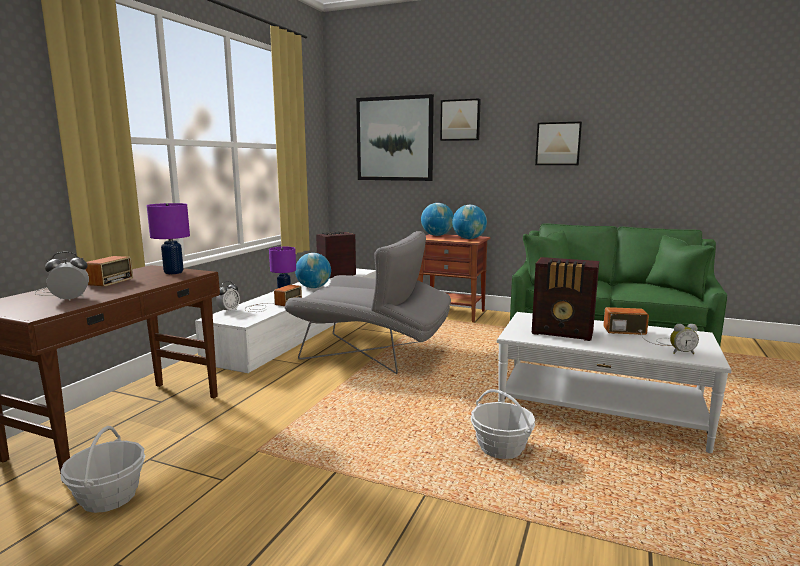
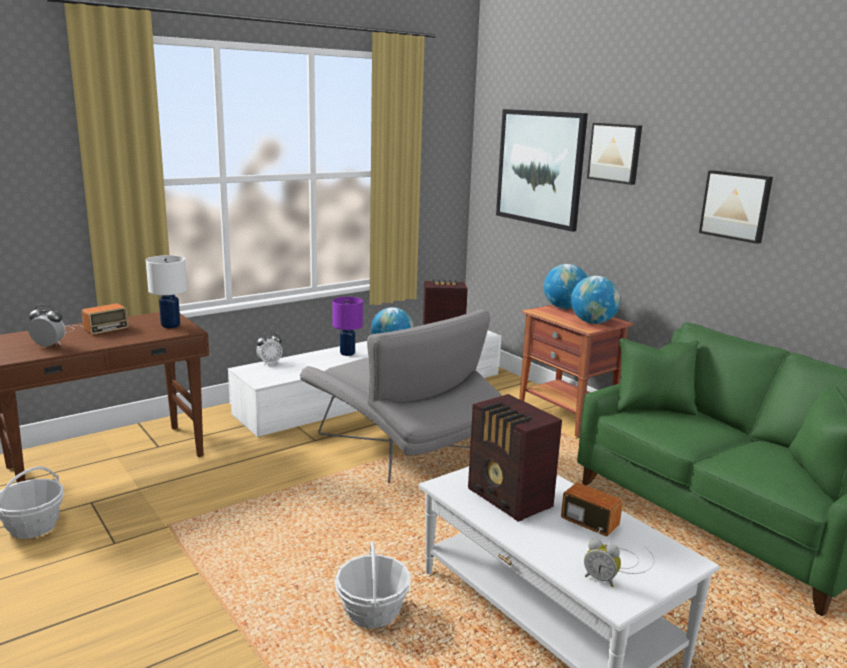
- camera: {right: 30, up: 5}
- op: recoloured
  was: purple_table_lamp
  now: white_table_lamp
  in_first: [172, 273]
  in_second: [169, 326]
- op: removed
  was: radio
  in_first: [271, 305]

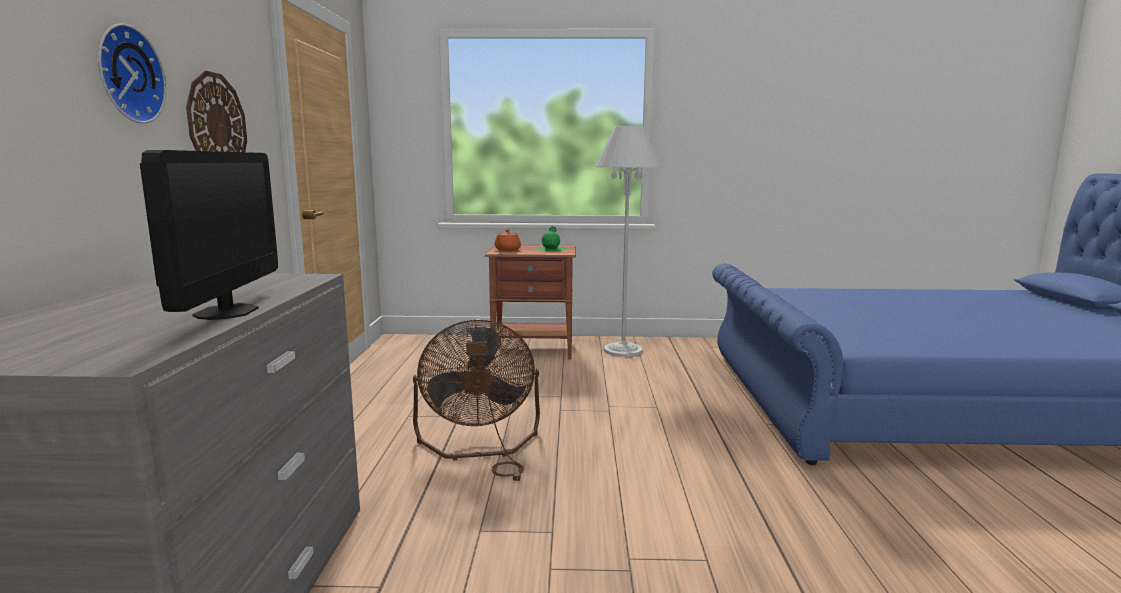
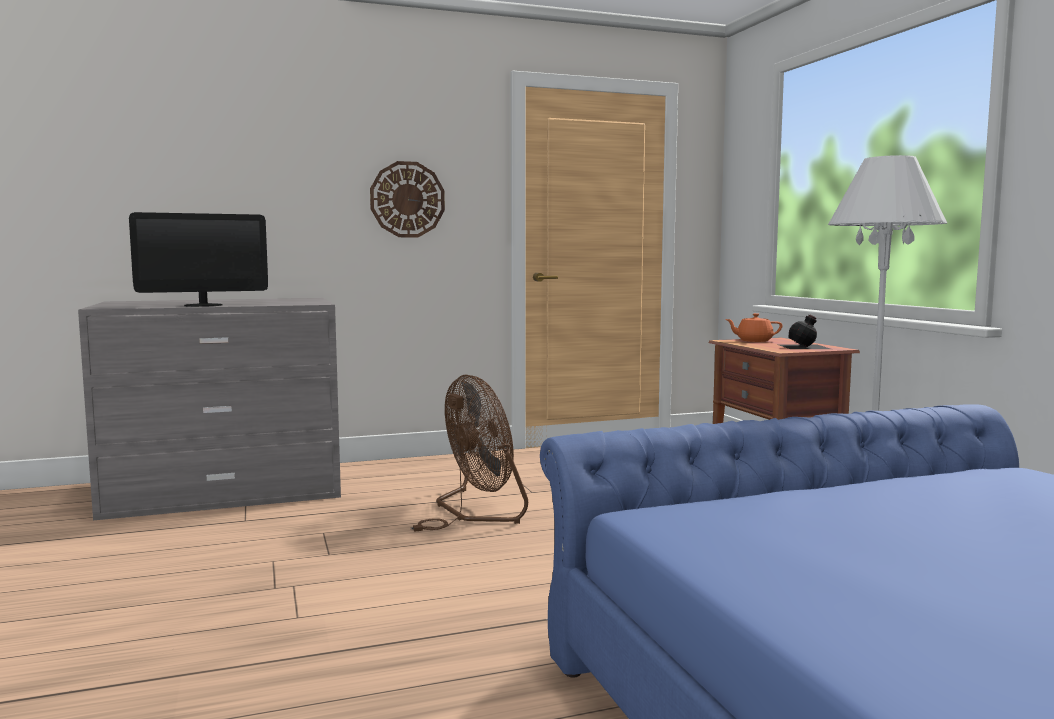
- camera: {right: 70, up: -5}
- op: recoloured
  was: green_bottle
  now: black_bottle
  in_first: [552, 249]
  in_second: [805, 346]
- op: removed
  was: wall_clock
  in_first: [126, 74]

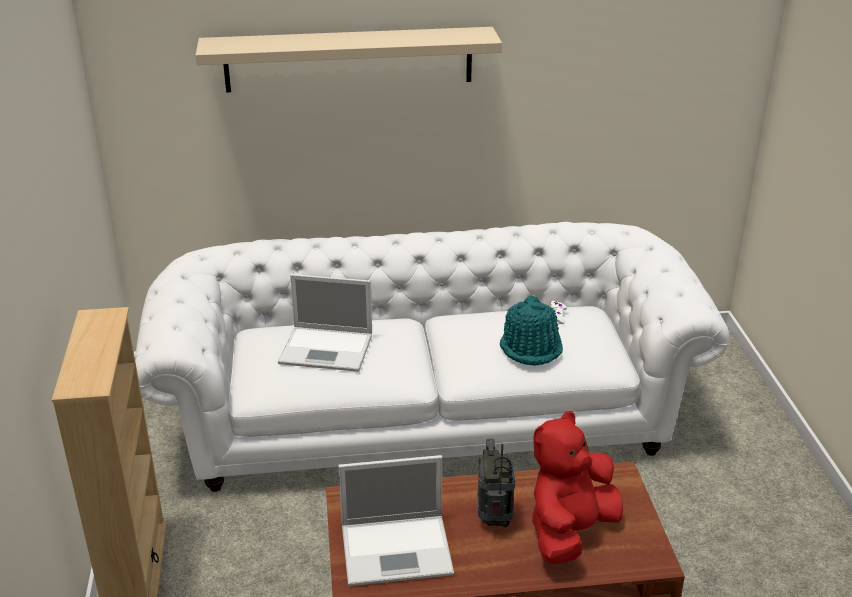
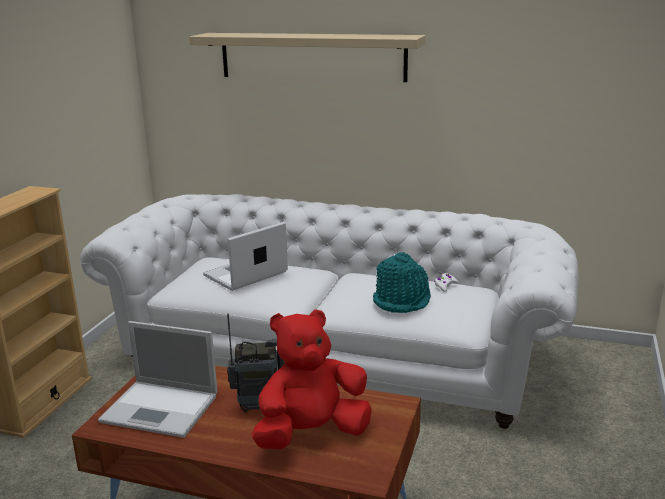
- camera: {right: 25, up: -10}
- op: turned
  was: laptop
  in_first: [328, 349]
  in_second: [244, 274]
  clockwise: 105
- op: turned
  was: radio
  in_first: [494, 518]
  in_second: [258, 407]
  clockwise: 60

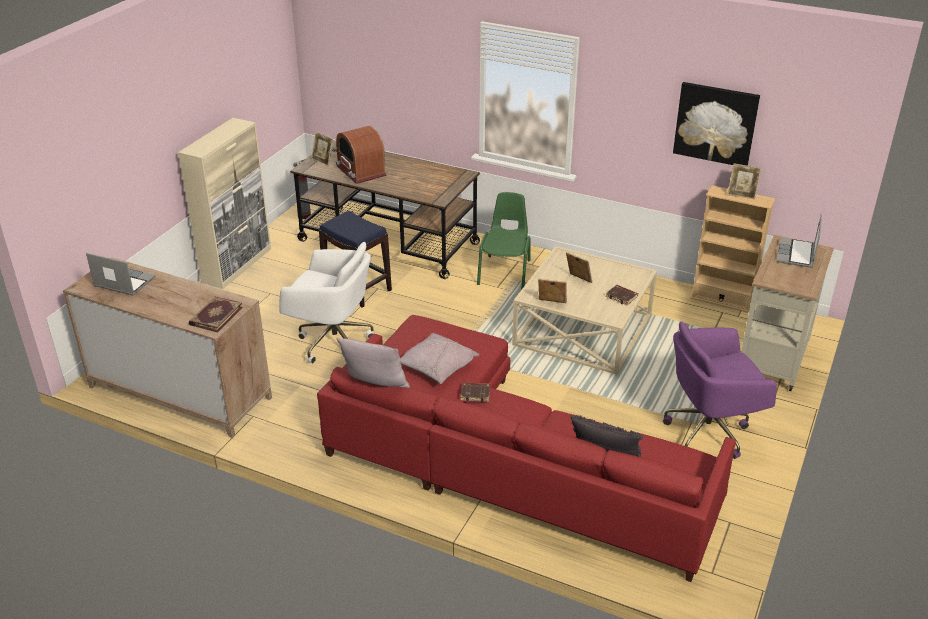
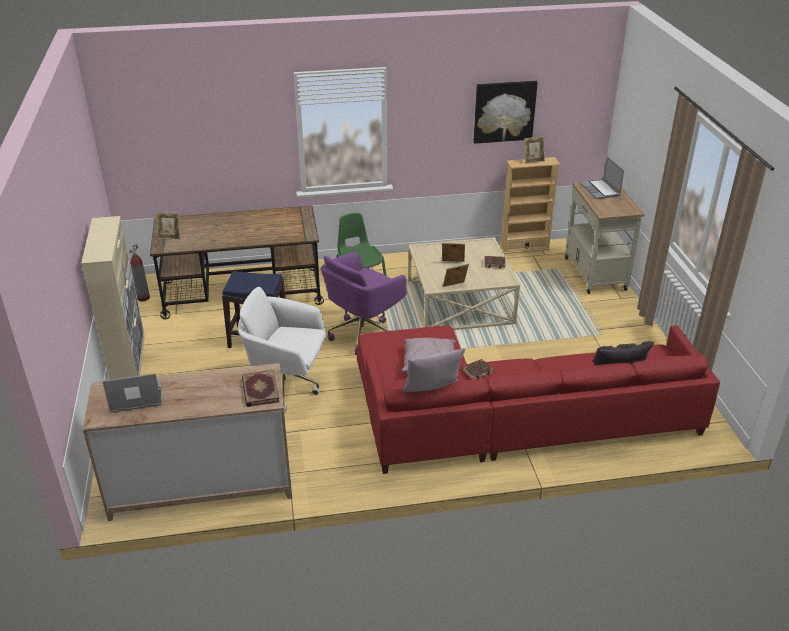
- camera: {right: -35, up: 0}
- op: turned
  was: white_office_chair
  in_first: [331, 343]
  in_second: [287, 389]
  clockwise: -150
- op: moved
  was: purple_office_chair
  in_first: [710, 432]
  in_second: [364, 334]
- op: removed
  was: radio
  in_first: [361, 171]

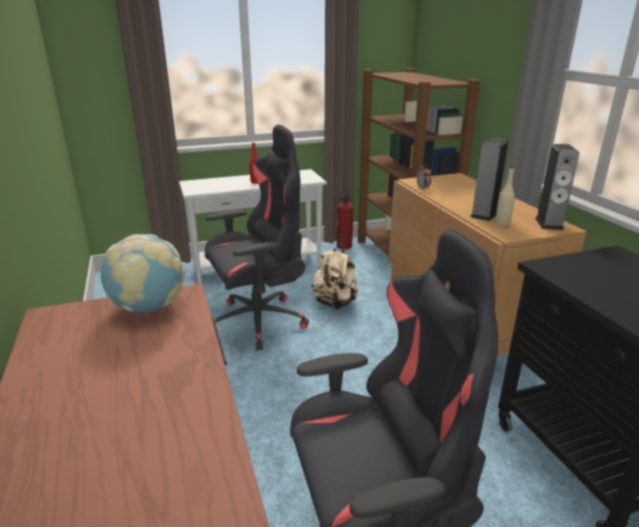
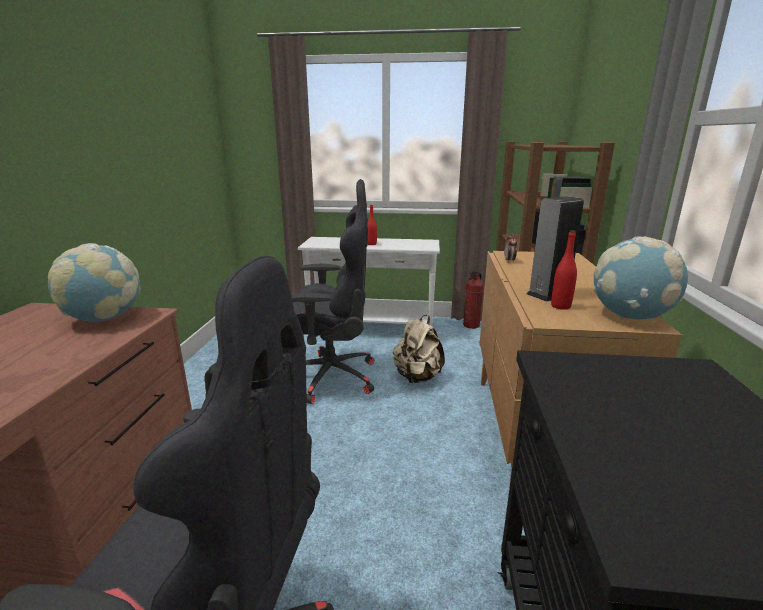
- camera: {right: 25, up: -5}
- op: recoloured
  was: beige_bottle
  now: red_bottle
  in_first: [502, 223]
  in_second: [560, 306]
- op: replaced
  was: speaker
  now: globe
  in_first: [549, 223]
  in_second: [630, 316]

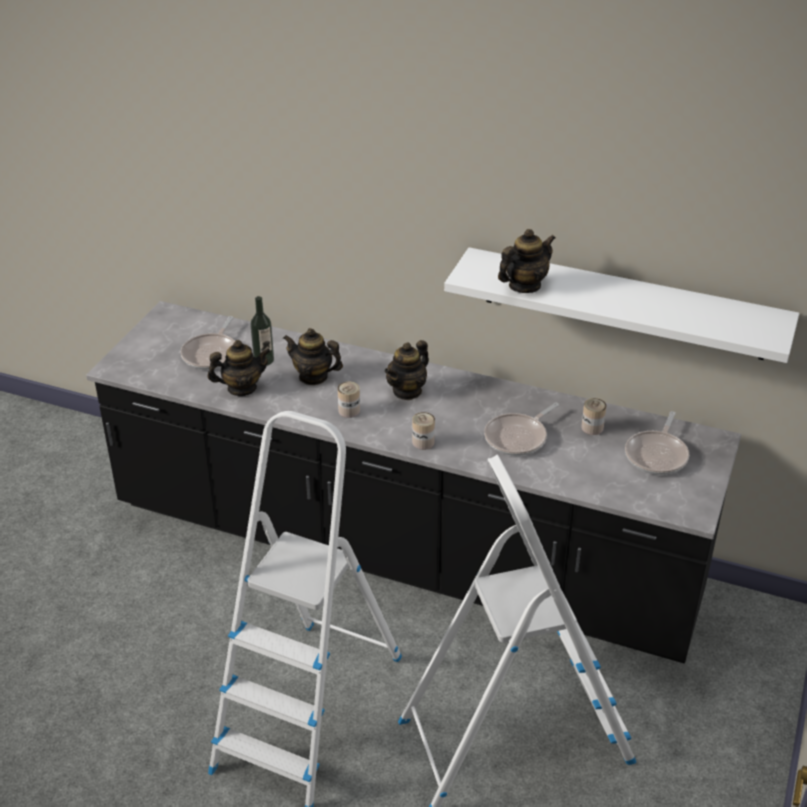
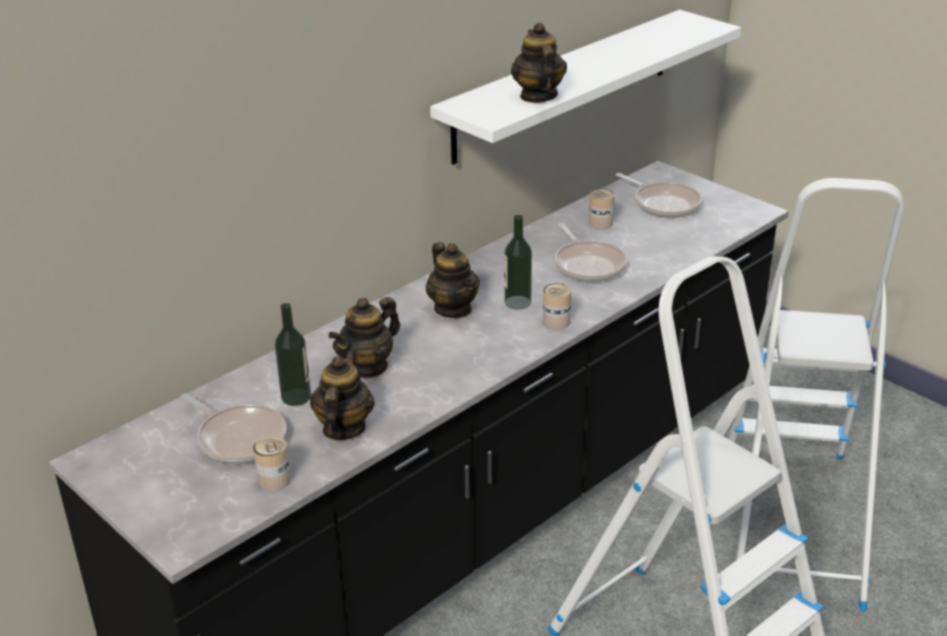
- camera: {right: -65, up: -5}
- op: moved
  was: can
  in_first: [349, 411]
  in_second: [274, 480]
- op: added
  now: bottle
  in_second: [517, 302]

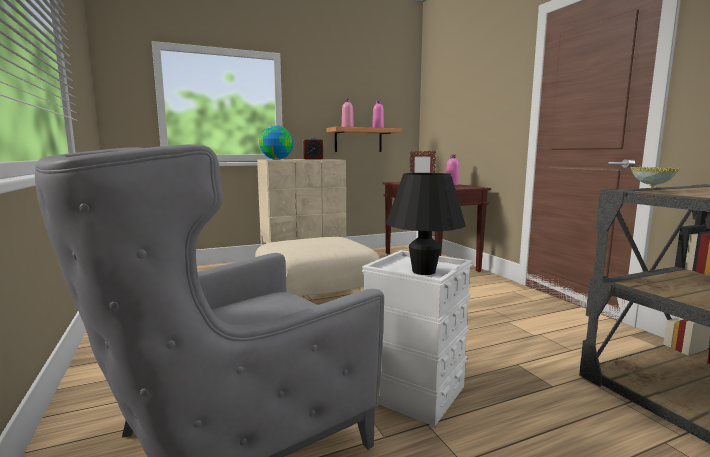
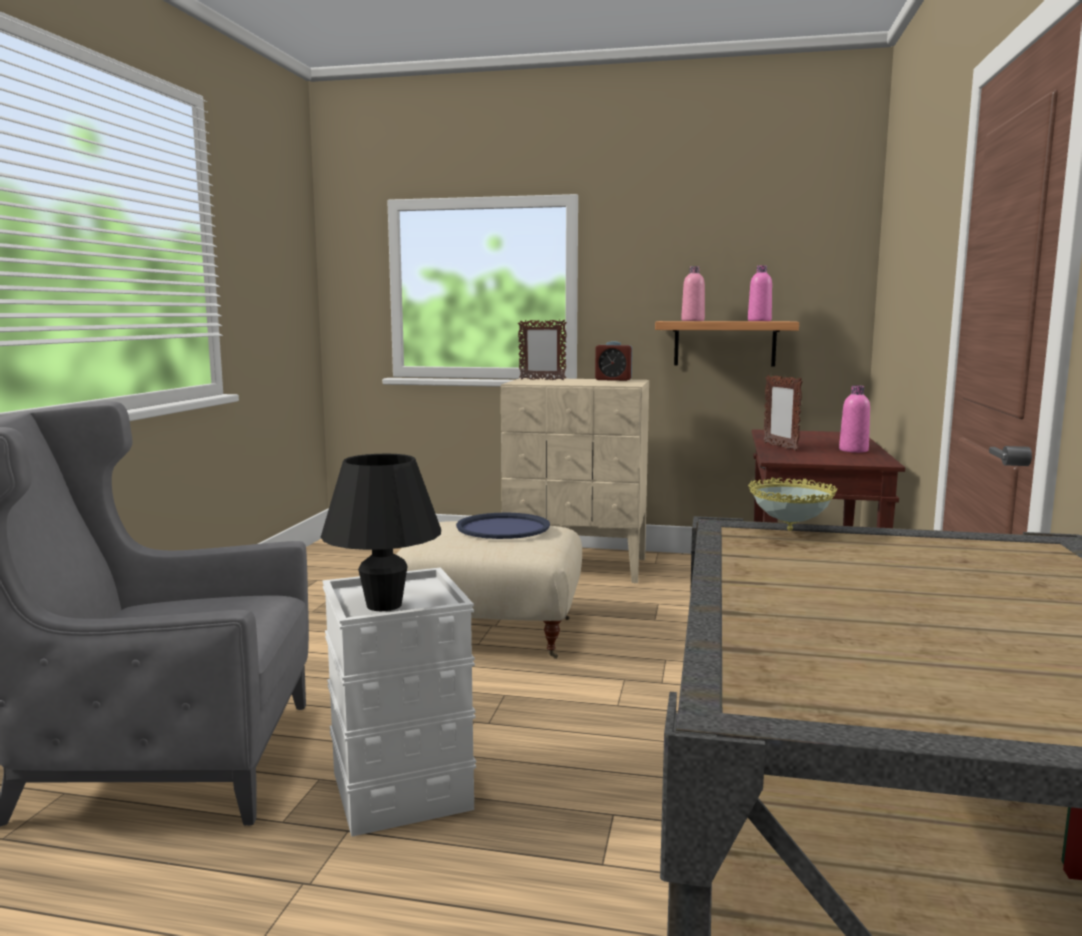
- camera: {right: 35, up: 0}
- op: added
  now: blue_tray
  in_second: [503, 527]
- op: replaced
  was: globe
  now: picture_frame
  in_first: [277, 159]
  in_second: [542, 380]

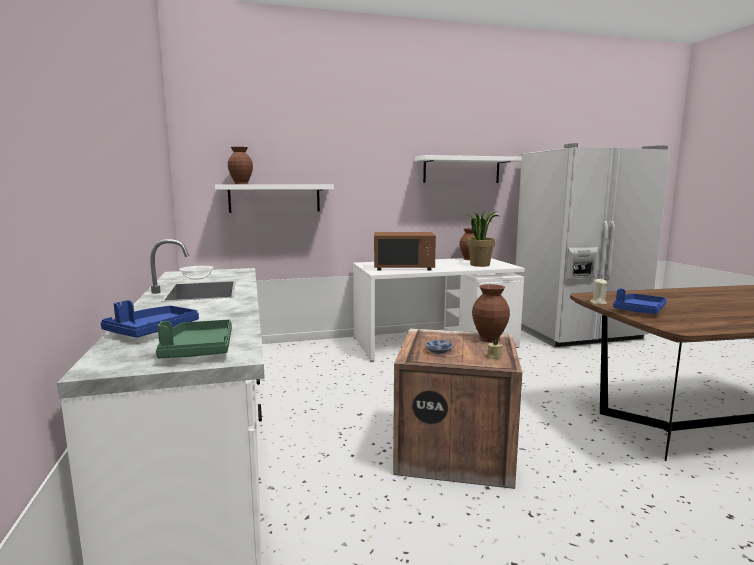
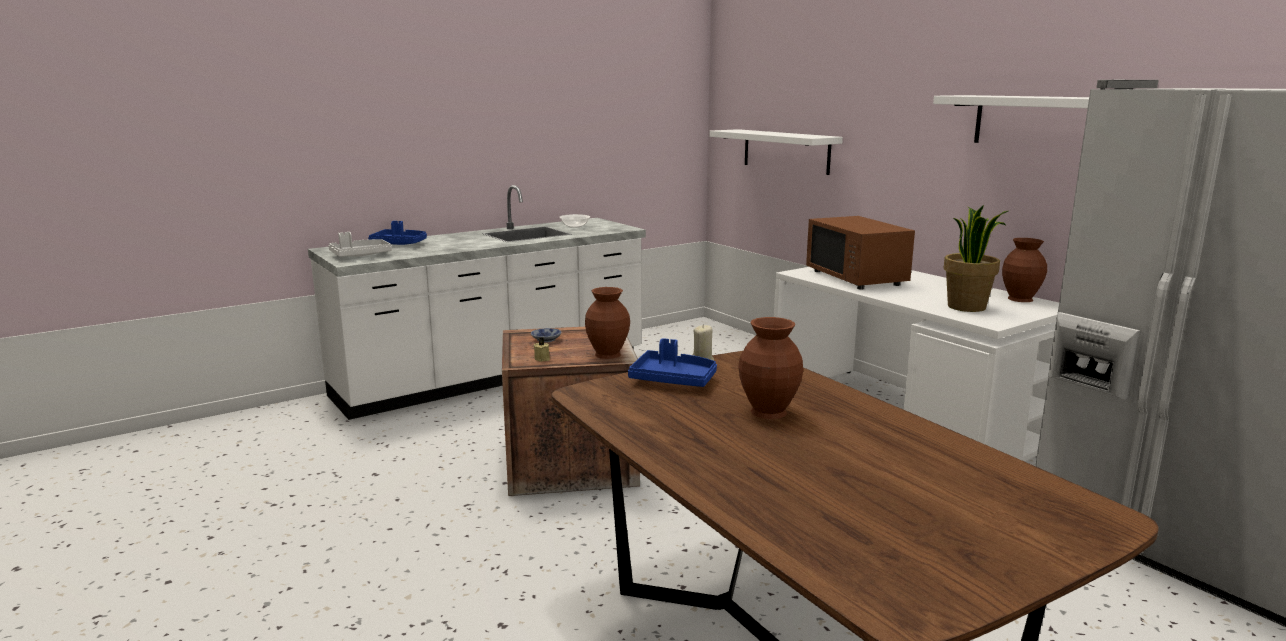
- camera: {right: 70, up: 5}
- op: recoloured
  was: green_tray
  now: white_tray
  in_first: [198, 350]
  in_second: [360, 255]
- op: moved
  was: brown_vase
  in_first: [241, 184]
  in_second: [767, 412]

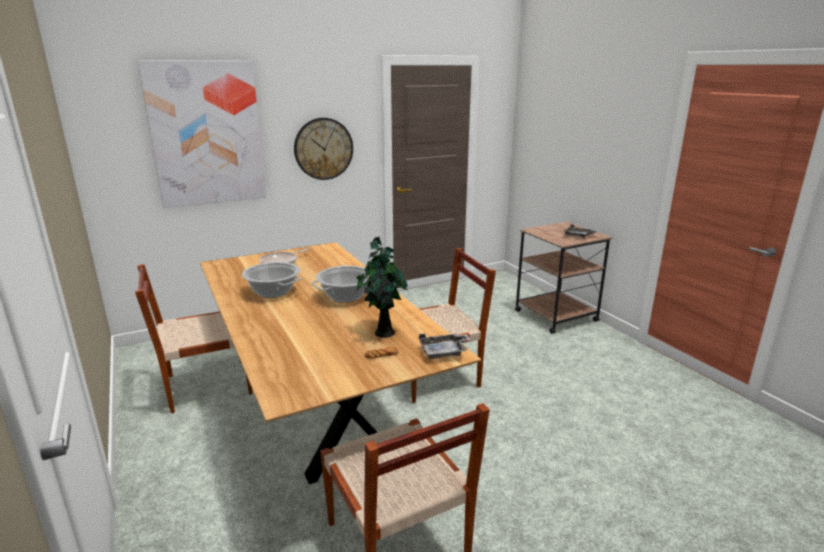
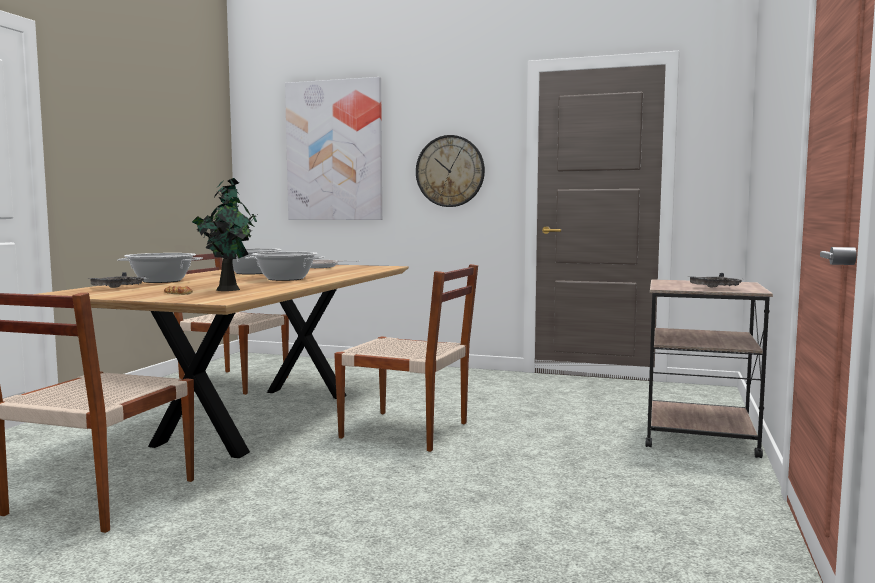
- camera: {right: 45, up: -15}
- op: moved
  was: grey_tray
  in_first: [444, 352]
  in_second: [118, 288]
- op: added
  now: cooking_pot
  in_second: [161, 281]

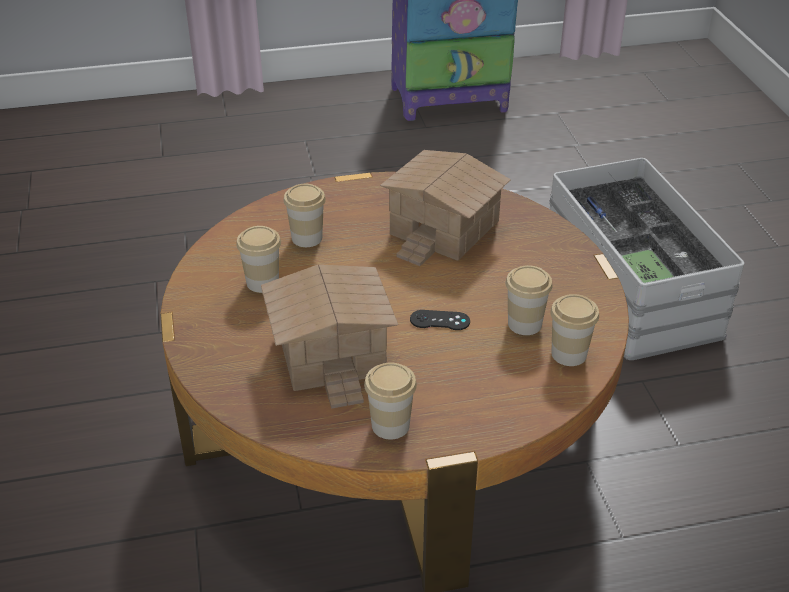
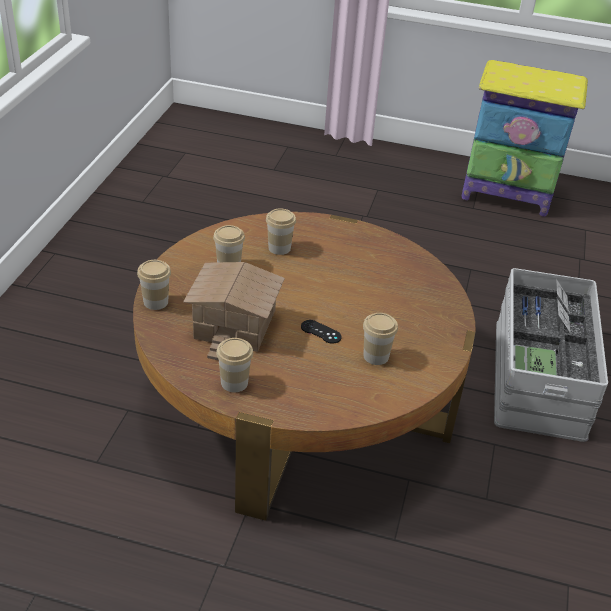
- camera: {right: 25, up: 0}
- op: moved
  was: cup
  in_first: [569, 354]
  in_second: [156, 302]
- op: removed
  was: toy_house
  in_first: [446, 228]

